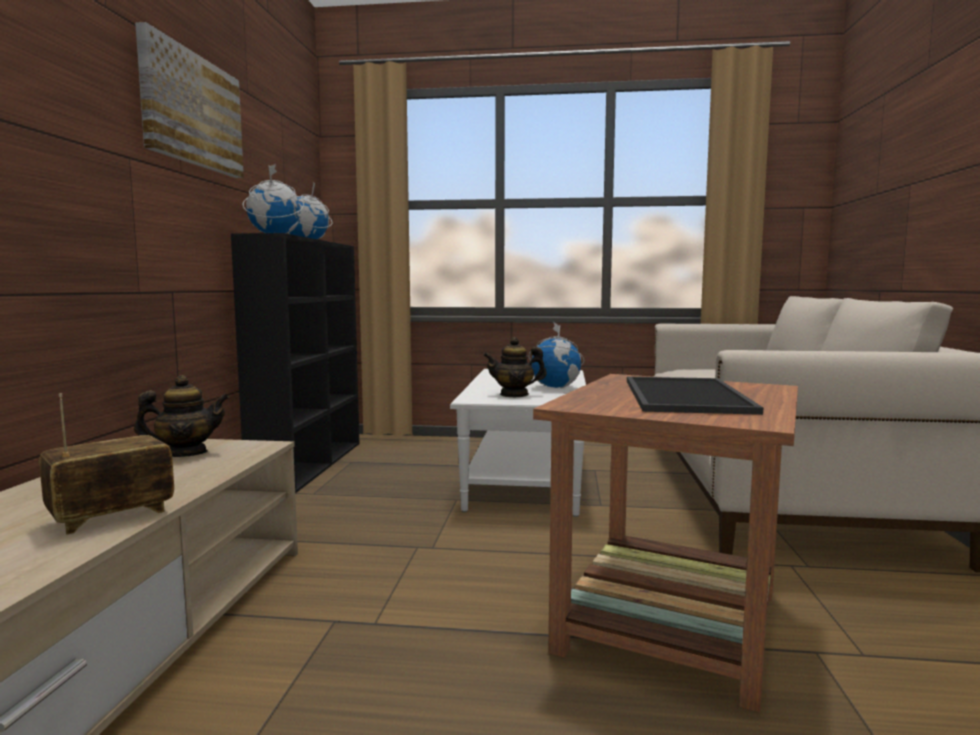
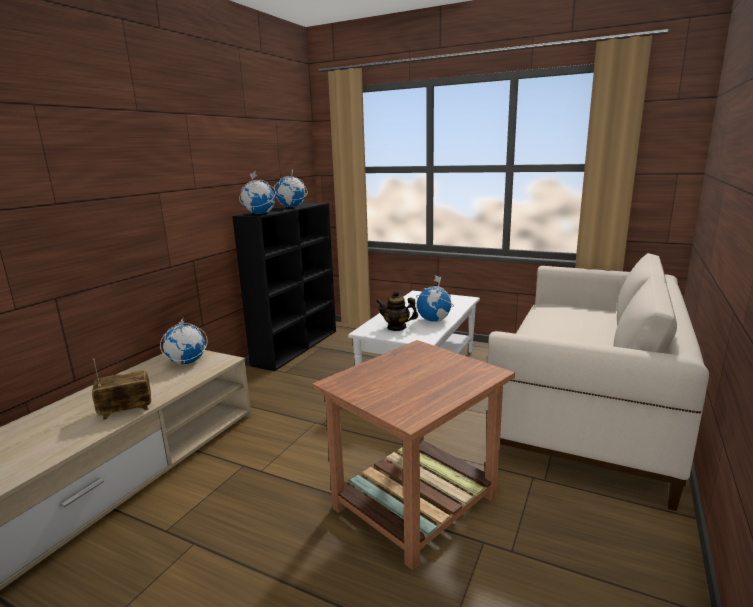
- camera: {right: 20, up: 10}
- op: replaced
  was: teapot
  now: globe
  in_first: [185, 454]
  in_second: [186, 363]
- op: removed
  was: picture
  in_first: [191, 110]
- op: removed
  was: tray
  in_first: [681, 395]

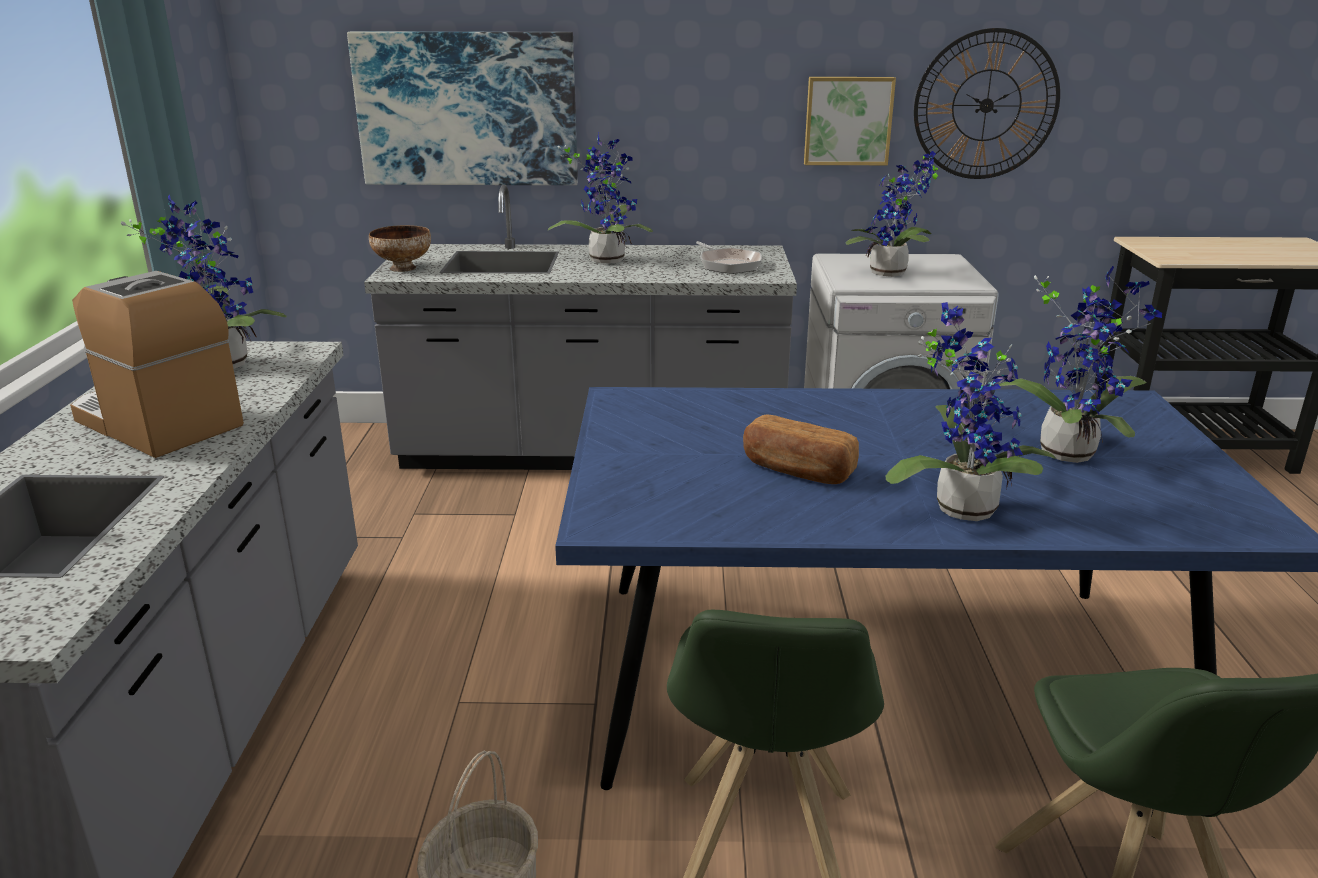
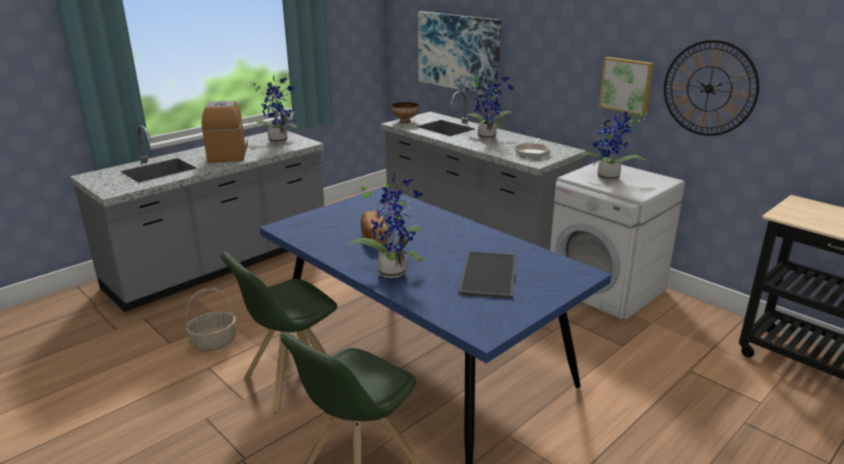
- camera: {right: 45, up: 0}
- op: replaced
  was: potted_plant
  now: tray
  in_first: [1070, 450]
  in_second: [490, 275]

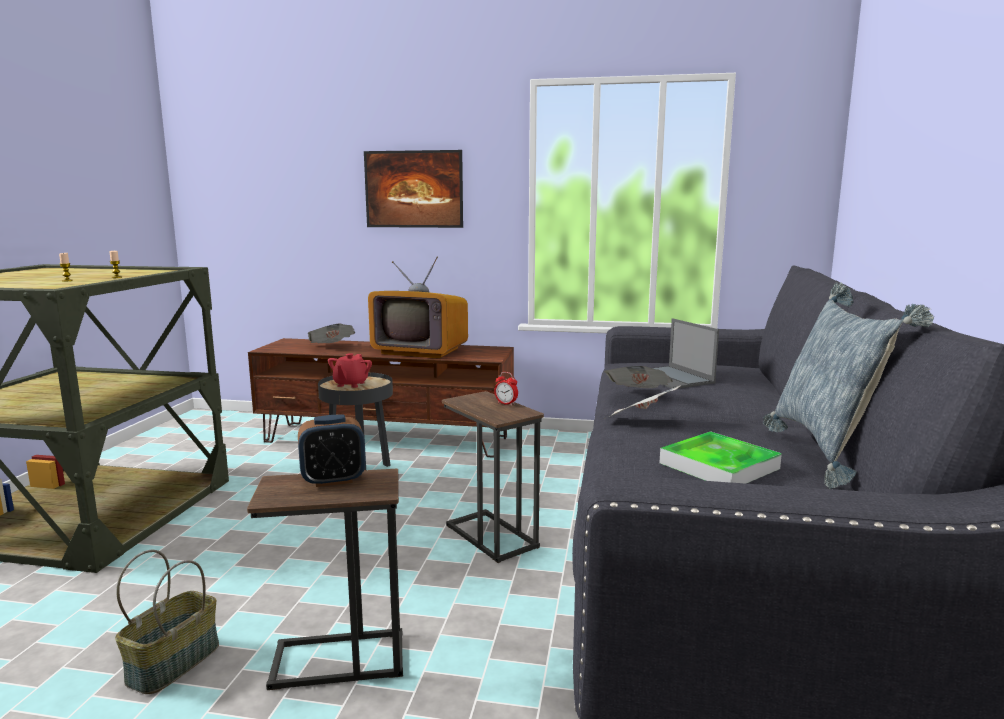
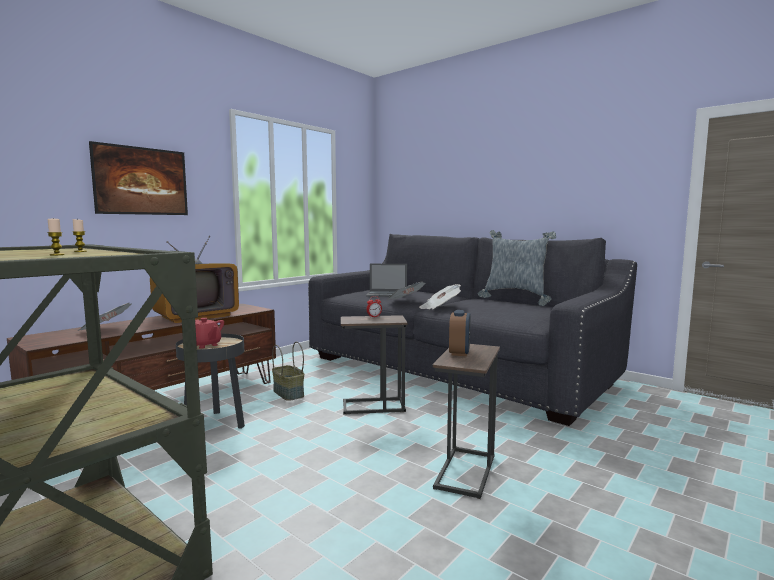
- camera: {right: -60, up: -5}
- op: moved
  was: basket
  in_first: [173, 662]
  in_second: [287, 393]
- op: removed
  was: tray
  in_first: [719, 466]

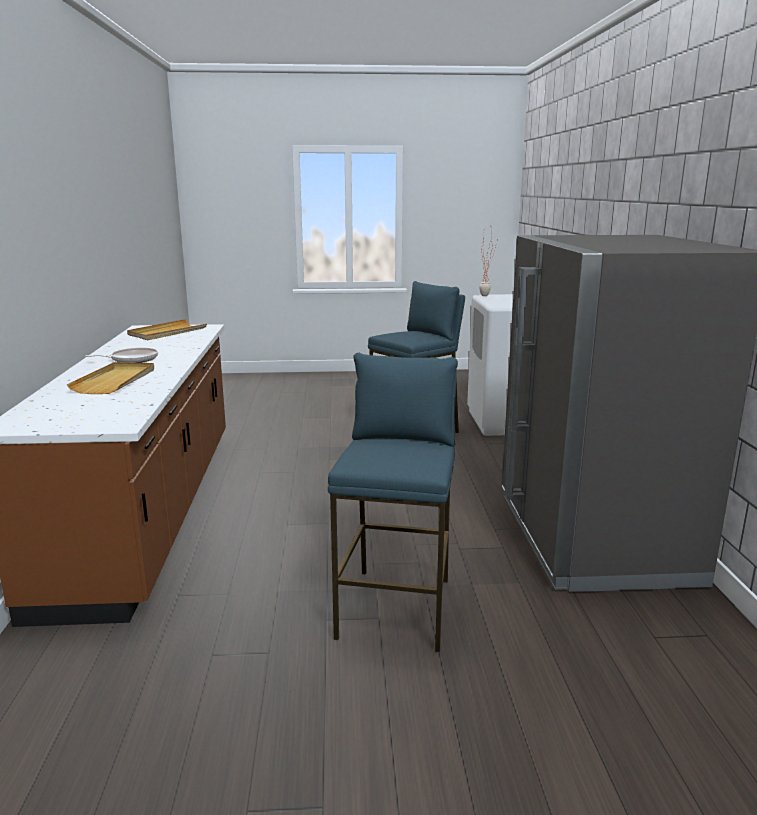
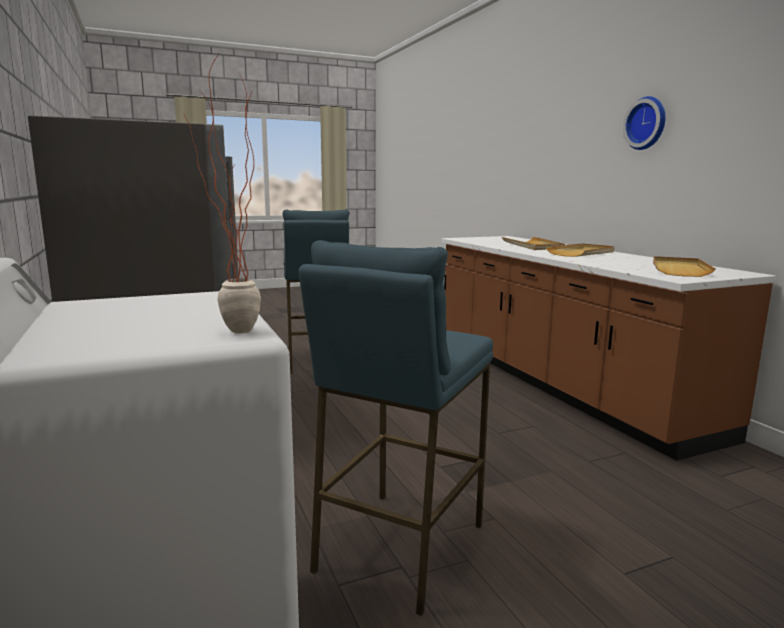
- camera: {right: 160, up: -5}
- op: replaced
  was: frying_pan
  now: beige_tray
  in_first: [132, 359]
  in_second: [581, 253]
- op: added
  now: wall_clock
  in_second: [647, 123]

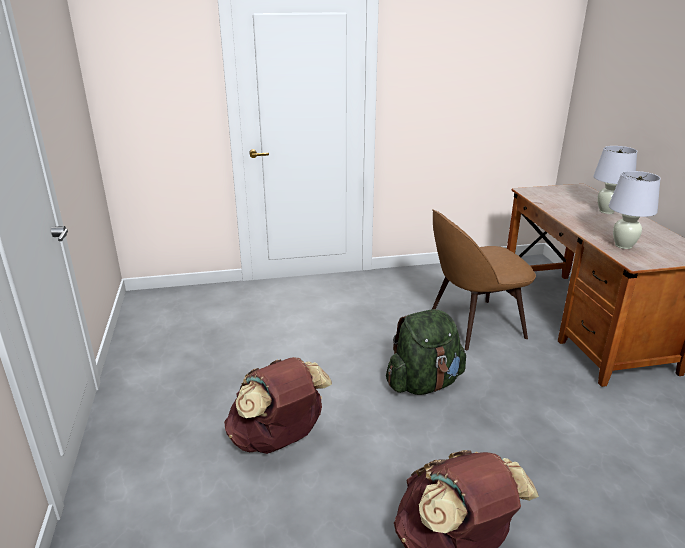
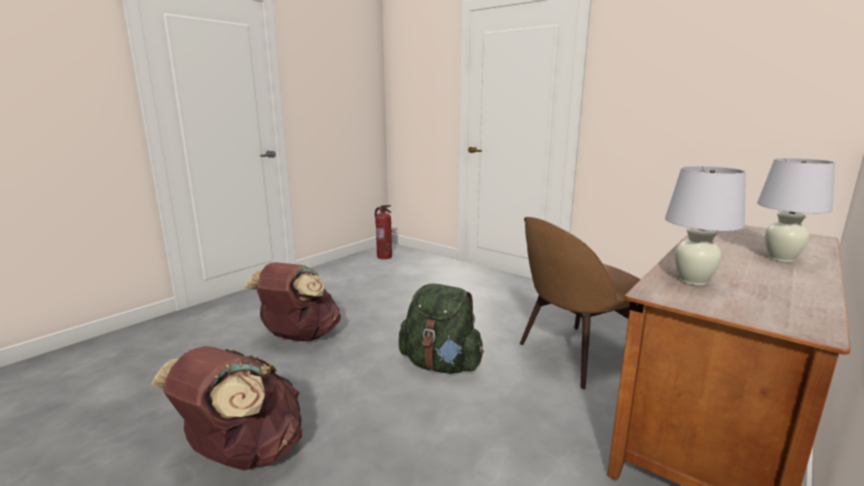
- camera: {right: 50, up: -10}
- op: added
  now: fire_extinguisher
  in_second: [384, 257]
- op: turned
  was: brown_chair
  in_first: [473, 324]
  in_second: [574, 356]
  clockwise: -60

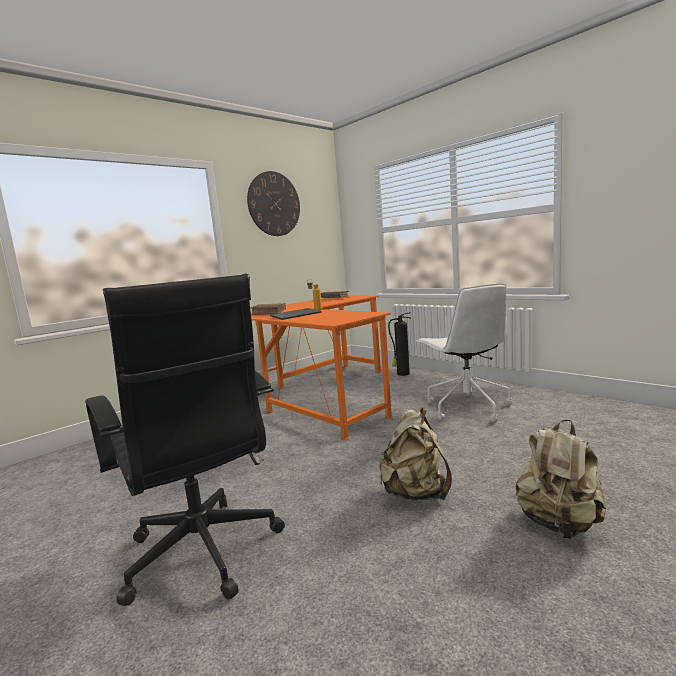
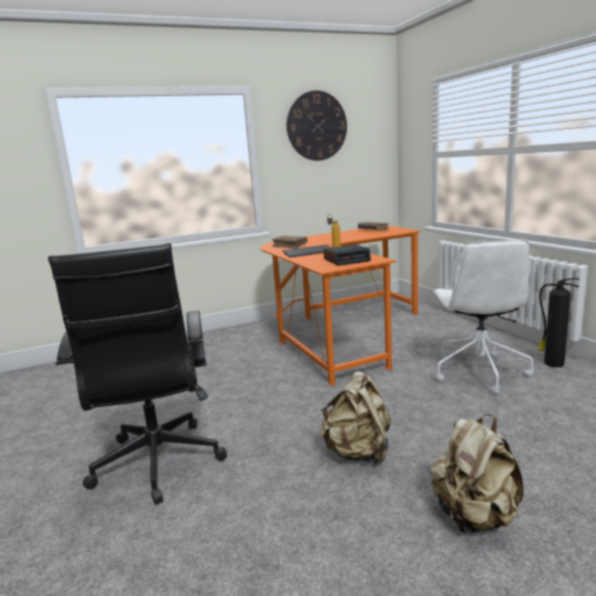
- camera: {right: 20, up: 5}
- op: added
  now: alarm_clock
  in_second: [347, 260]
- op: moved
  was: fire_extinguisher
  in_first: [402, 374]
  in_second: [552, 363]

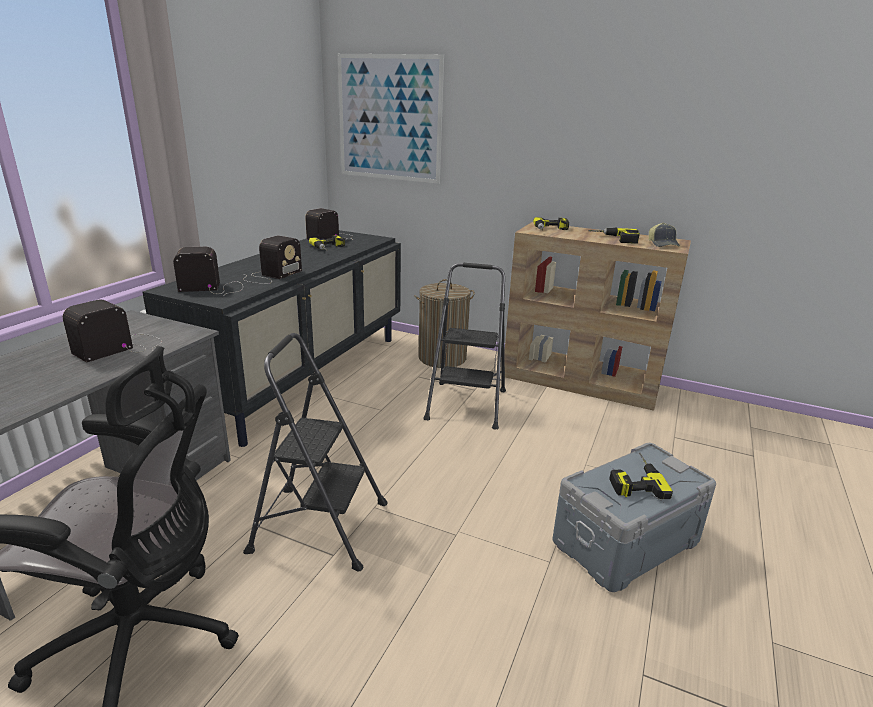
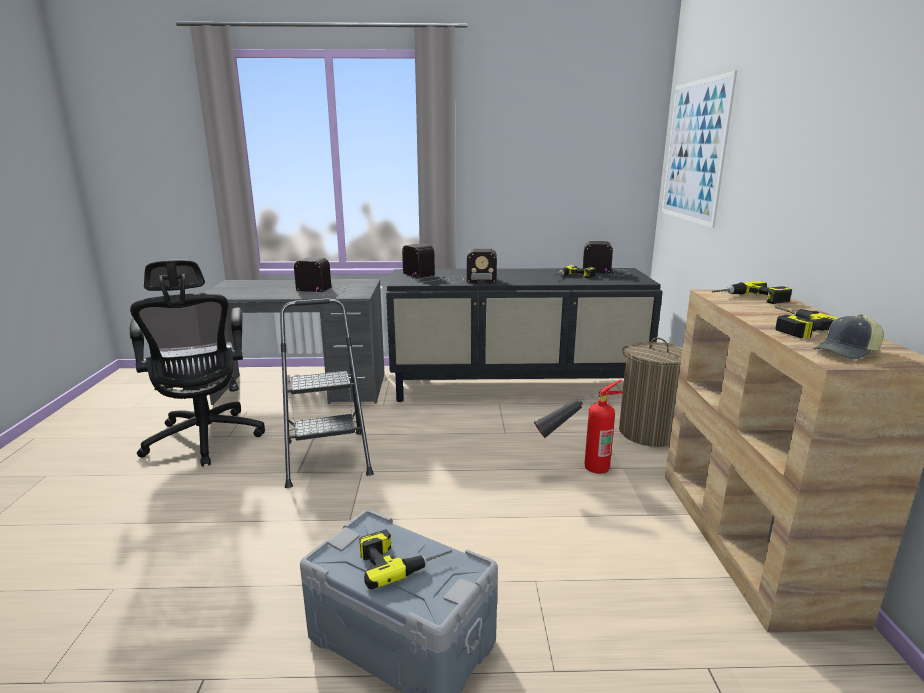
- camera: {right: 65, up: -5}
- op: replaced
  was: black_step_ladder
  now: fire_extinguisher
  in_first: [467, 402]
  in_second: [575, 470]

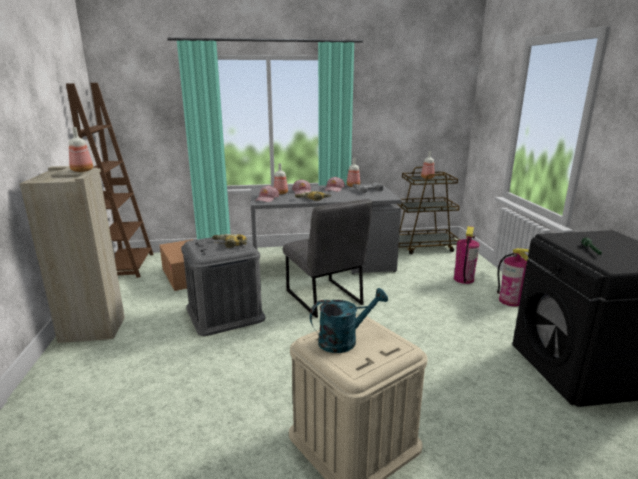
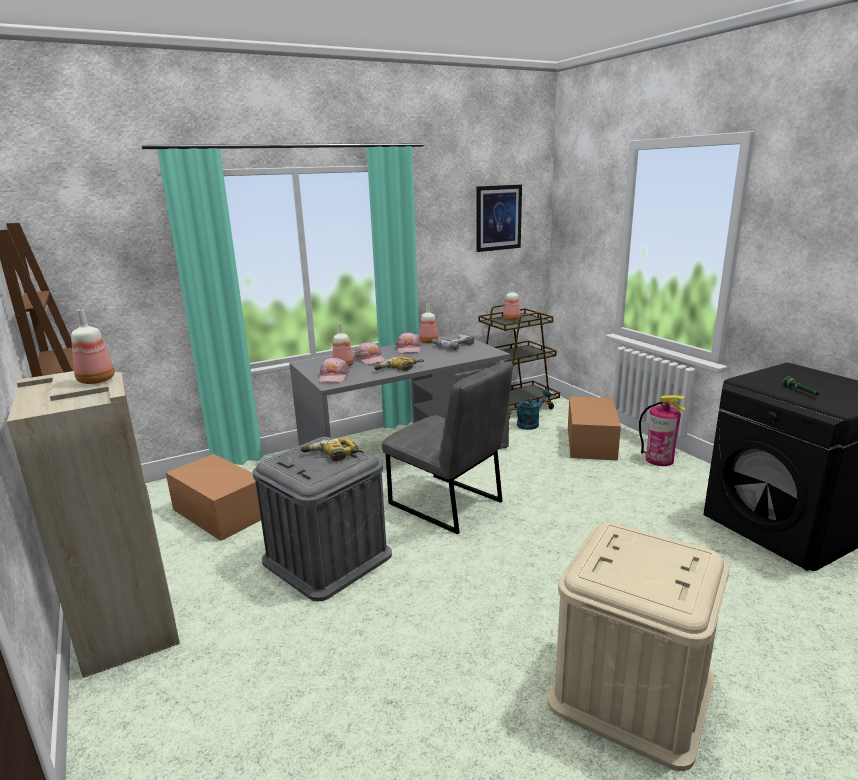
- camera: {right: -20, up: 0}
- op: added
  now: picture
  in_second: [498, 218]
- op: moved
  was: turquoise_watering_can
  in_first: [344, 340]
  in_second: [530, 423]
- op: replaced
  was: fire_extinguisher
  now: cardboard_box
  in_first: [463, 279]
  in_second: [591, 442]

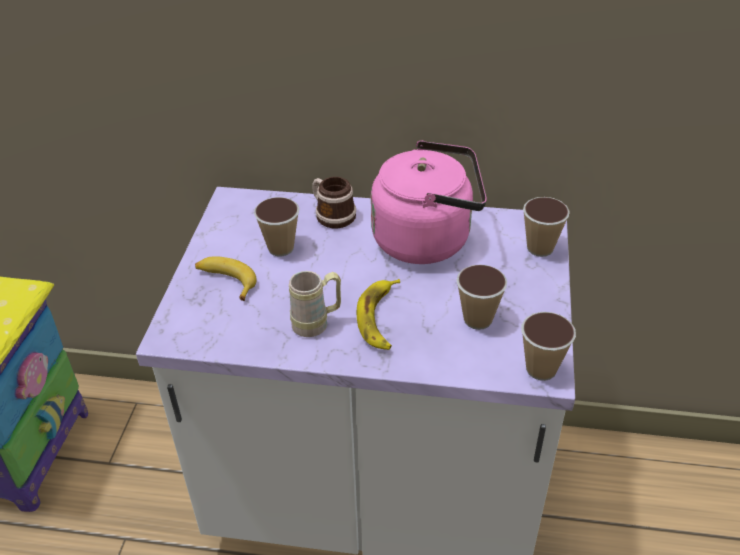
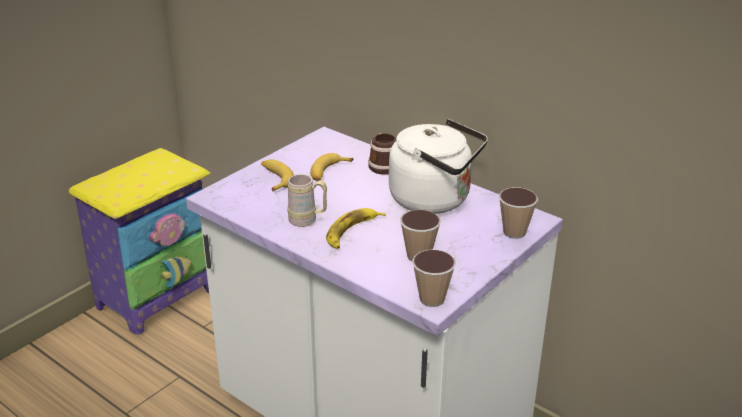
- camera: {right: 30, up: -10}
- op: replaced
  was: cup
  now: banana
  in_first: [281, 248]
  in_second: [328, 172]
- op: recoloured
  was: pink_kettle
  now: white_kettle
  in_first: [427, 239]
  in_second: [435, 200]

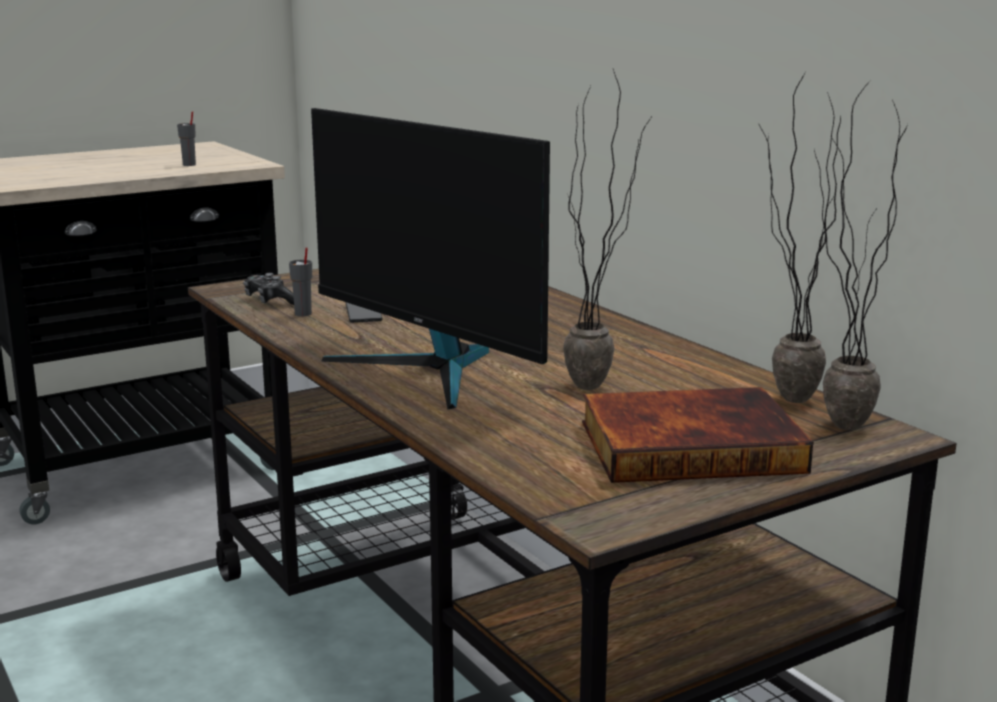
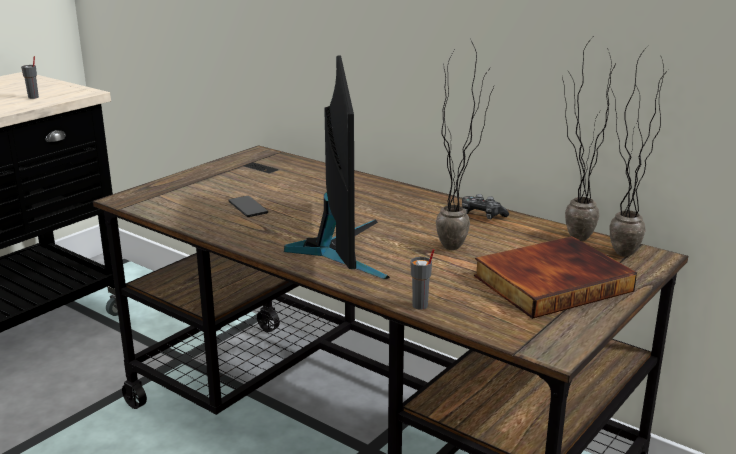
- camera: {right: -20, up: 5}
- op: turned
  was: monitor
  in_first: [431, 369]
  in_second: [340, 249]
  clockwise: -120
- op: moved
  was: grey_cup
  in_first: [303, 314]
  in_second: [420, 306]
- op: moved
  was: game_controller
  in_first: [270, 300]
  in_second: [482, 215]

